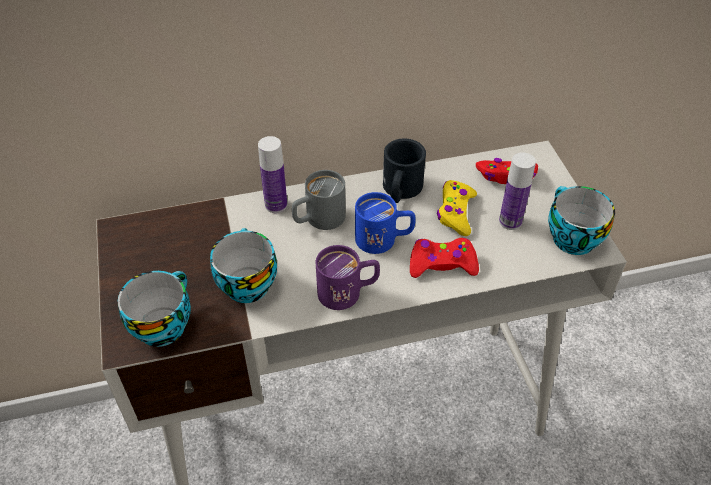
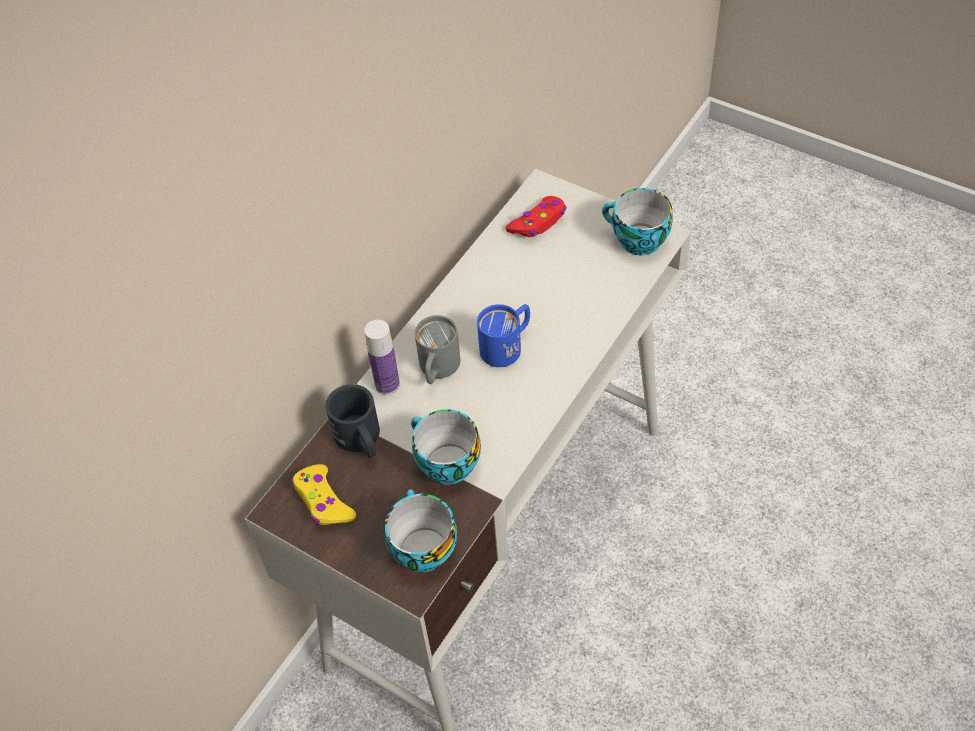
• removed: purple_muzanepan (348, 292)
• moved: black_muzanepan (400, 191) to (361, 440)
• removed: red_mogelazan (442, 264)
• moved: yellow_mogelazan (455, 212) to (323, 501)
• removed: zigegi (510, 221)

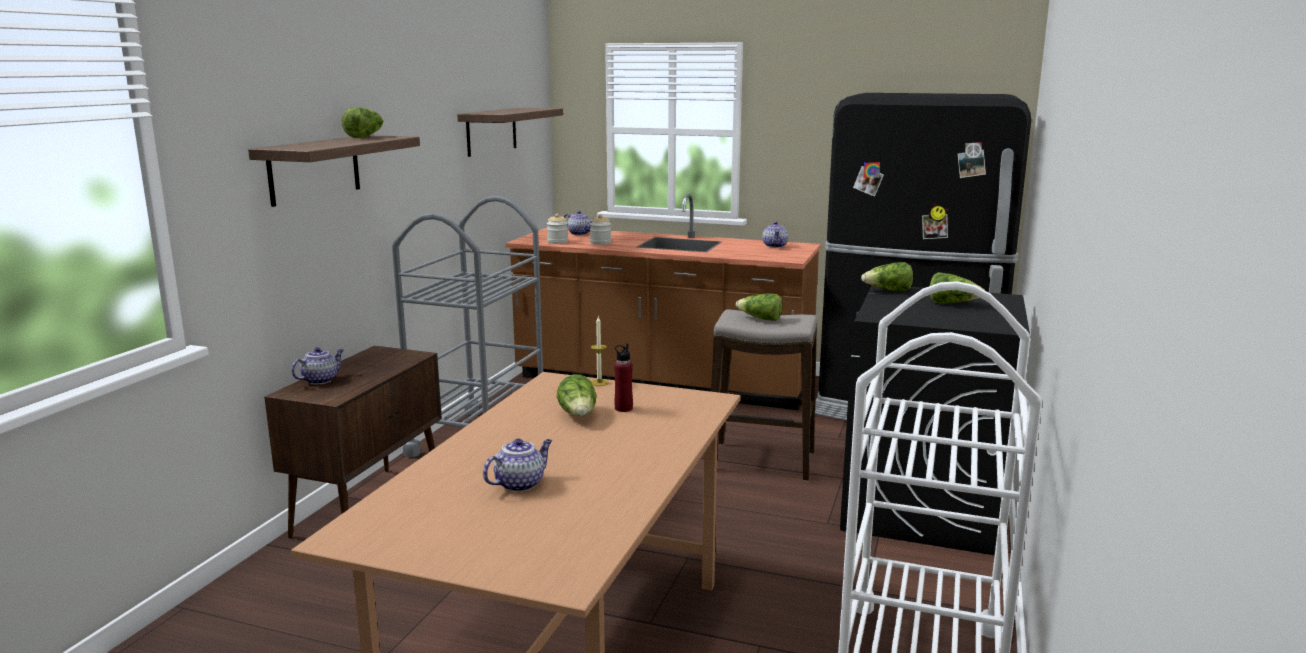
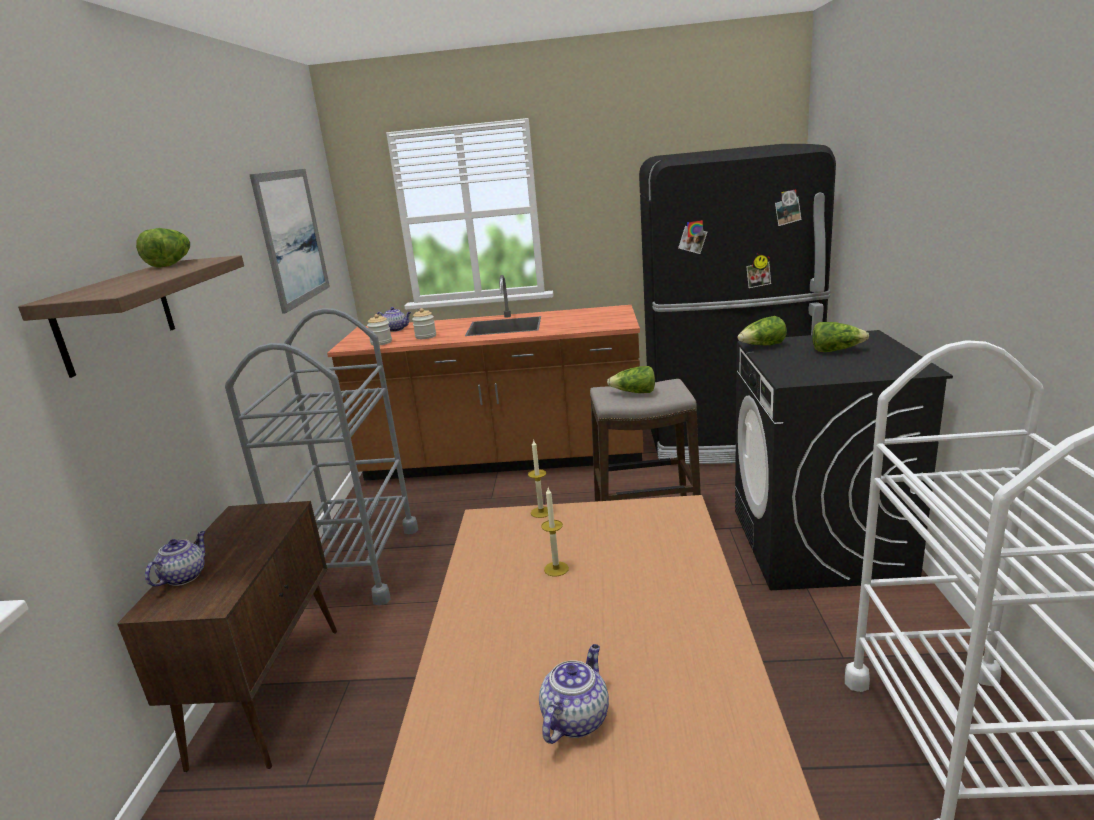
• replaced: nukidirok (491, 131) to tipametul (292, 237)
• replaced: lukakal (578, 415) to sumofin (556, 569)
• removed: red_zigegi (623, 408)
• removed: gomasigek (775, 246)

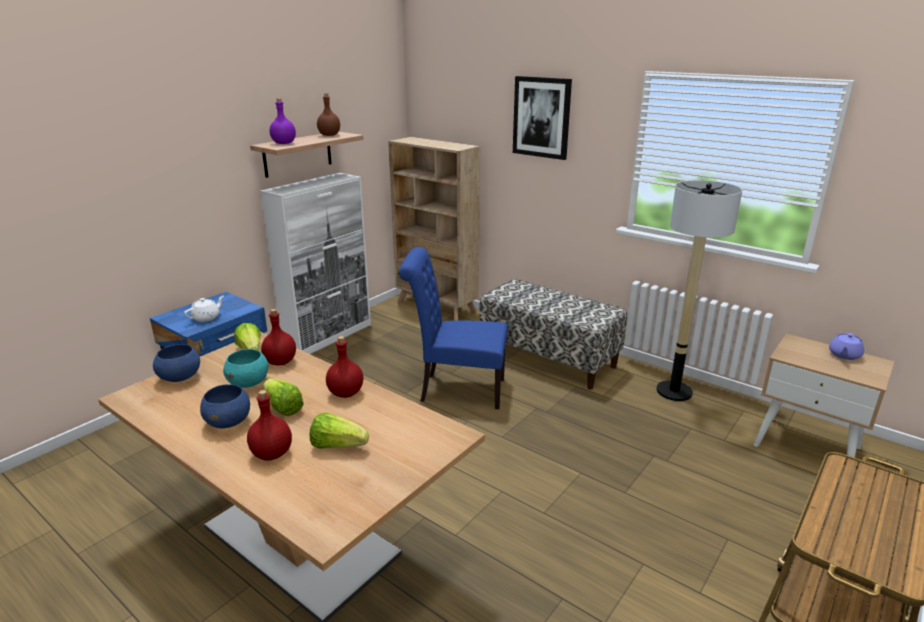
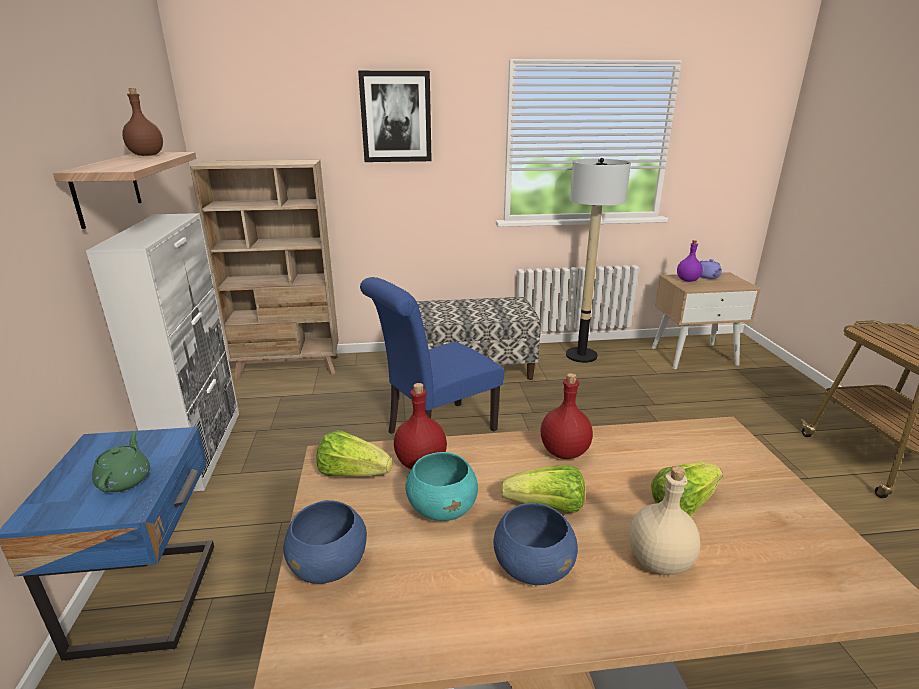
• recoloured: white_gomasigek (206, 317) to green_gomasigek (125, 480)
• recoloured: red_zigegi (272, 454) to beige_zigegi (660, 561)
• moved: purple_zigegi (284, 143) to (687, 280)

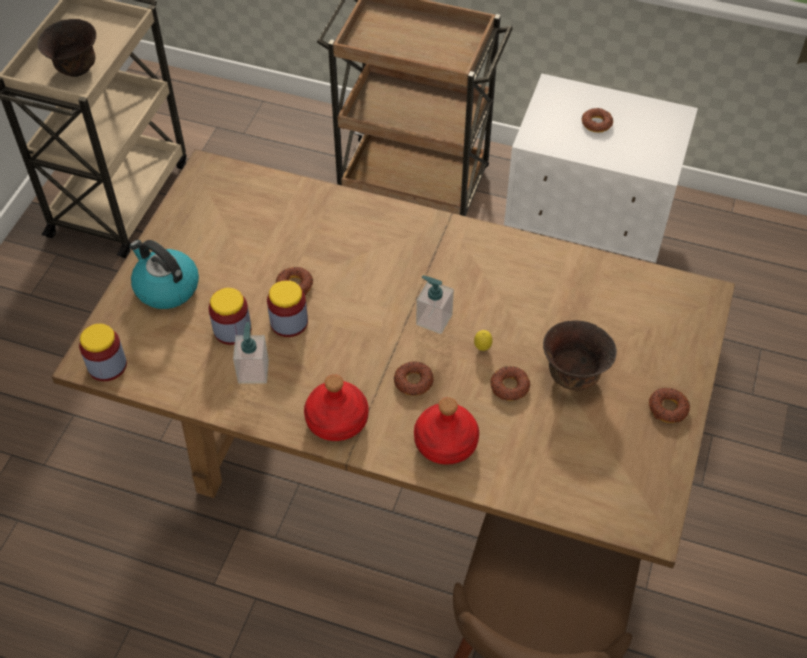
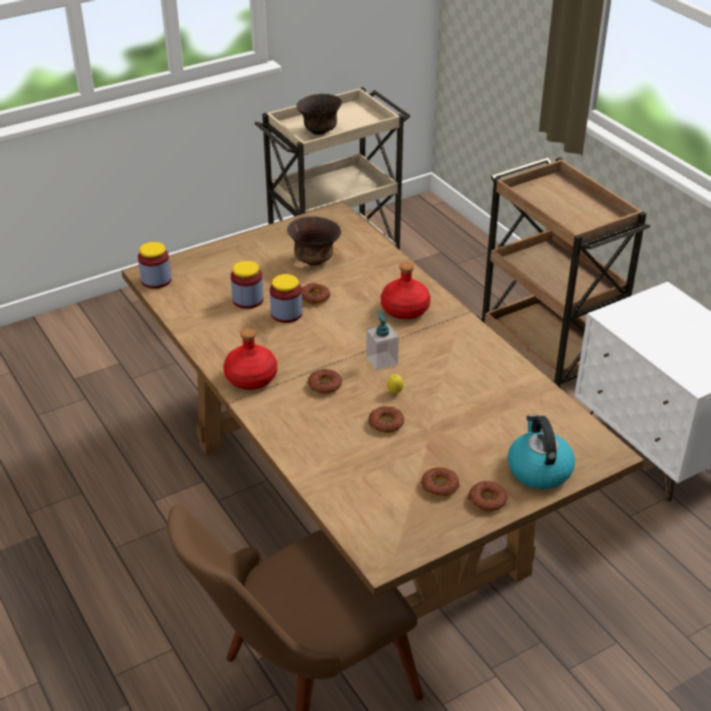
• moved: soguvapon (166, 287) to (538, 469)
• removed: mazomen (253, 371)
• moved: red_zigegi (446, 443) to (404, 309)
• moved: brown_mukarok (573, 375) to (314, 260)
• moved: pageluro (596, 123) to (440, 485)

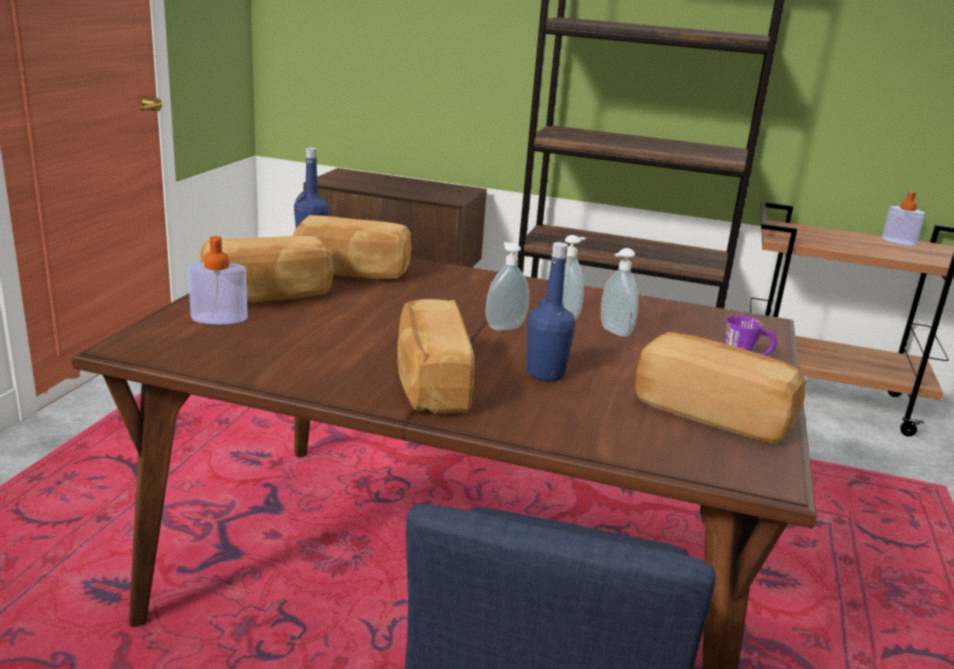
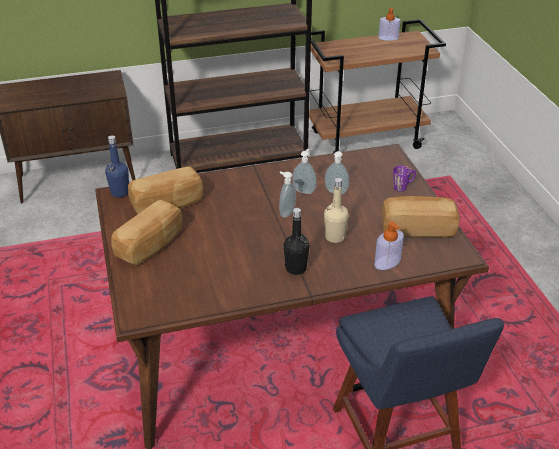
• moved: mazomen (219, 318) to (387, 262)
• replaced: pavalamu (430, 383) to black_zigegi (296, 268)
• recoloured: blue_zigegi (545, 373) to beige_zigegi (335, 237)

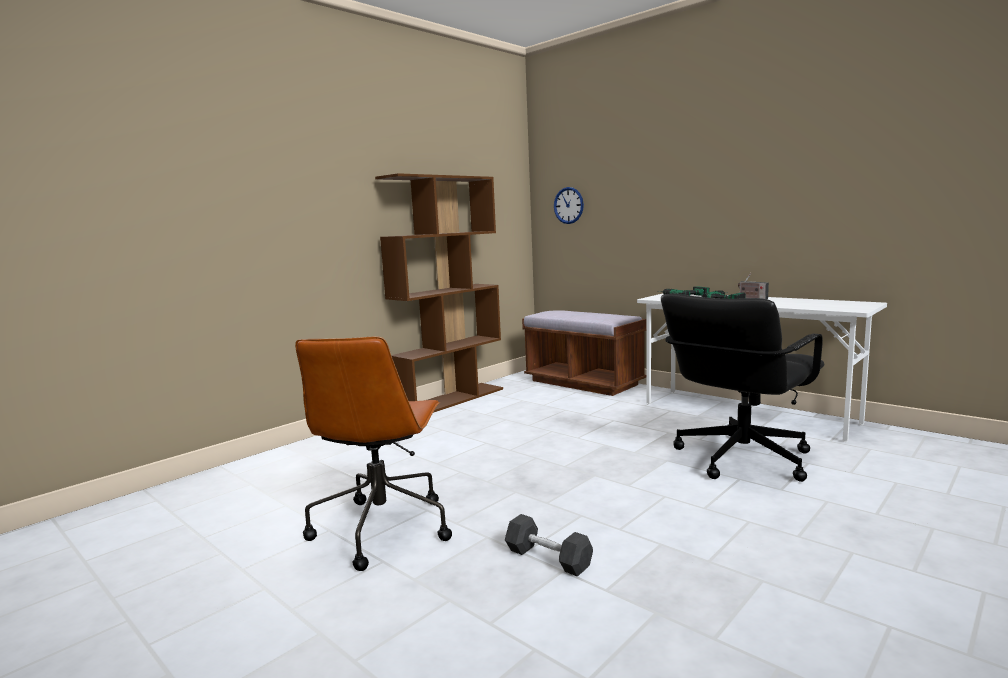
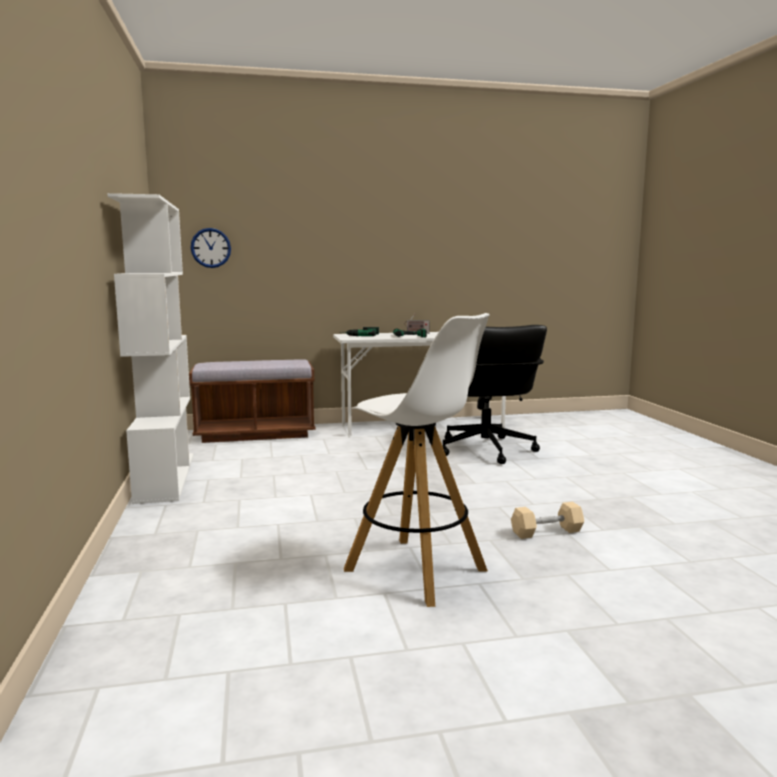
• replaced: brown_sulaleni (382, 528) to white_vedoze (417, 570)
• recoloured: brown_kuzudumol (451, 399) to white_kuzudumol (165, 476)
• recoloured: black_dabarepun (548, 558) to beige_dabarepun (546, 532)

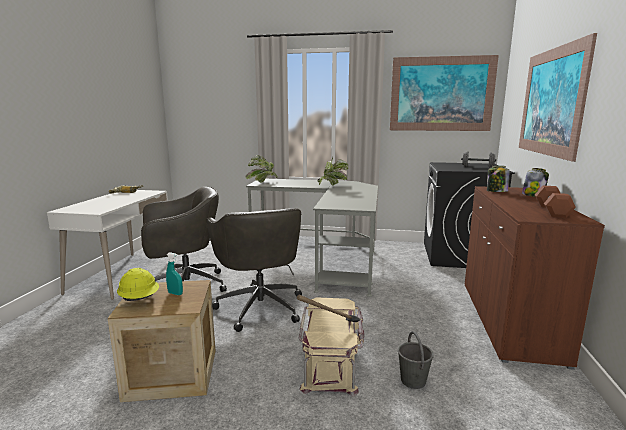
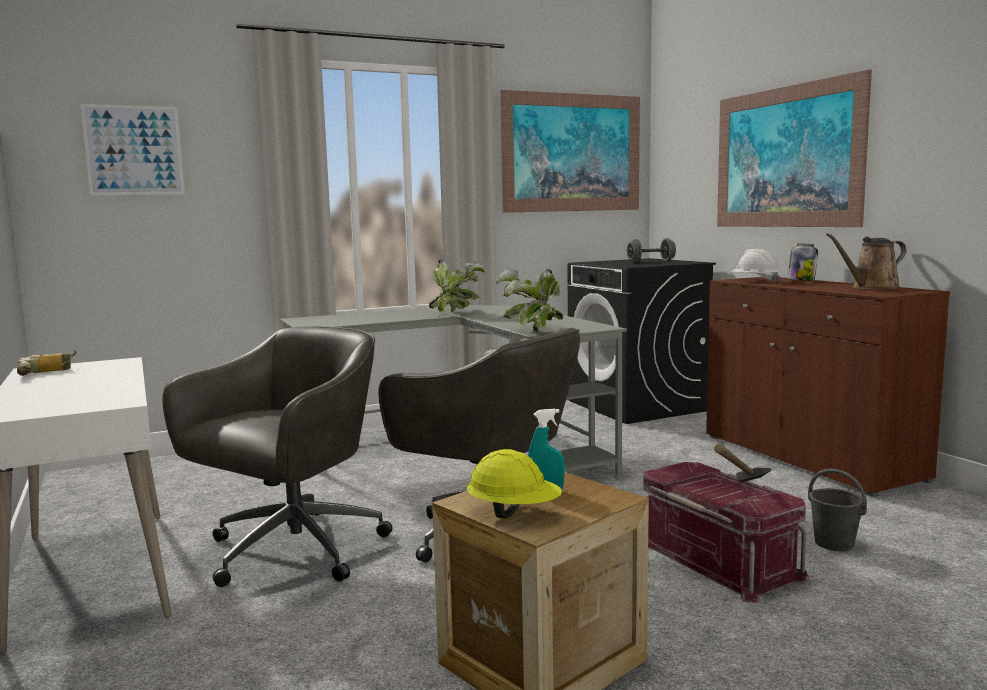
• moved: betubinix (262, 181) to (532, 331)
• recoloured: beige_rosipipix (331, 361) to red_rosipipix (719, 559)
• replaced: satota (496, 191) to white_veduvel (754, 281)
• replaced: brown_dabarepun (552, 211) to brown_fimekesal (871, 288)
• added: tipametul (134, 150)

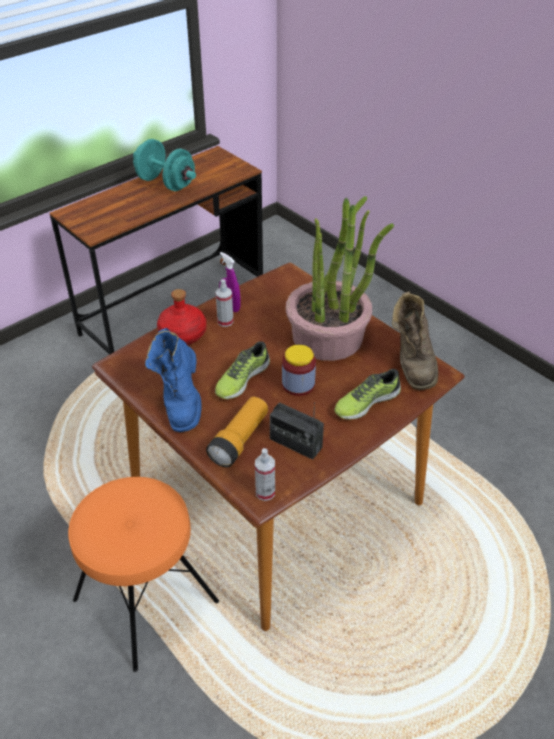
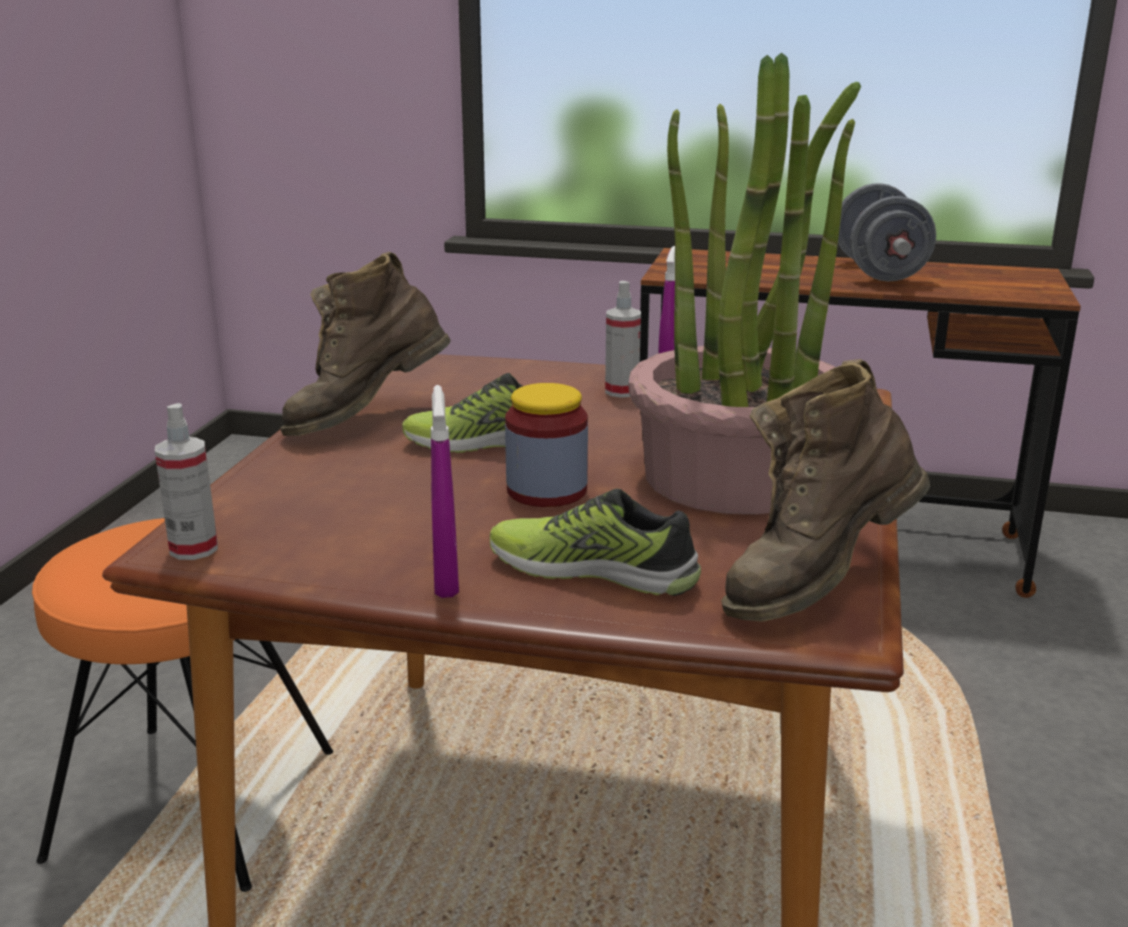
• recoloured: turquoise_dabarepun (166, 183) to grey_dabarepun (879, 271)
• recoloured: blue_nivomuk (181, 402) to brown_nivomuk (366, 420)
• removed: red_zigegi (182, 334)
• removed: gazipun (239, 440)
• removed: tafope (295, 443)
• added: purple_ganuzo (446, 582)

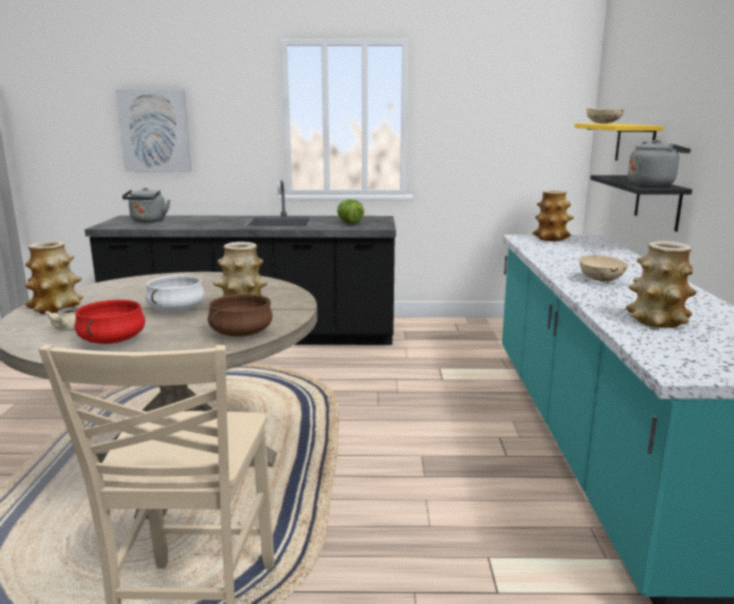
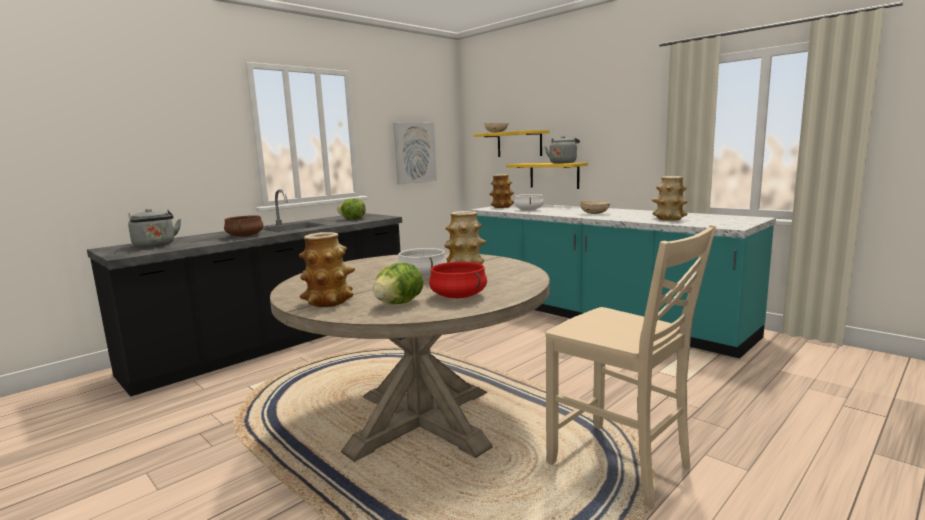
• replaced: beige_gomasigek (67, 329) to lukakal (399, 303)
• moved: tipametul (155, 131) to (414, 153)
• moved: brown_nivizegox (241, 333) to (245, 236)
• recoloured: black_nukidirok (657, 202) to yellow_nukidirok (554, 175)
• added: white_nivizegox (529, 210)

